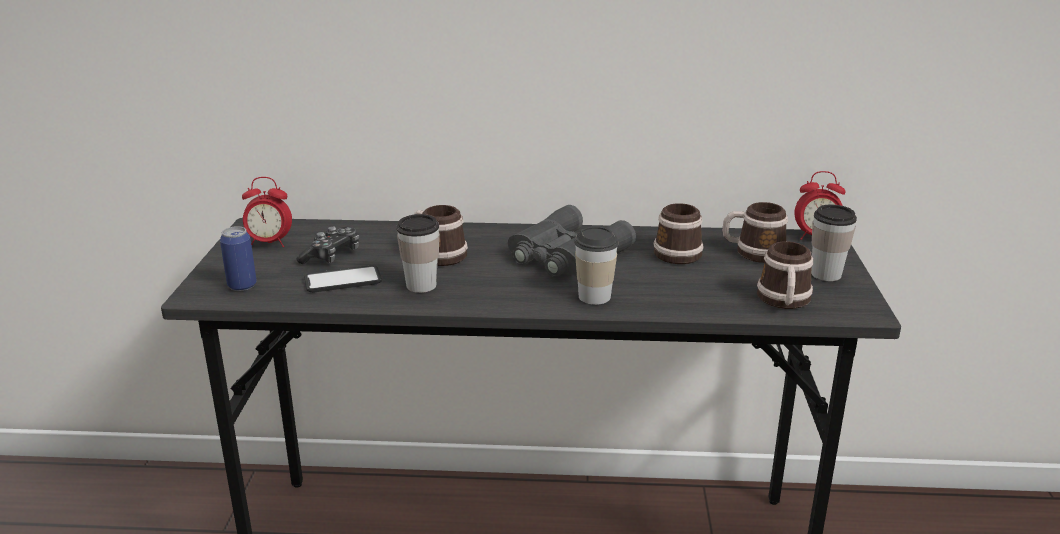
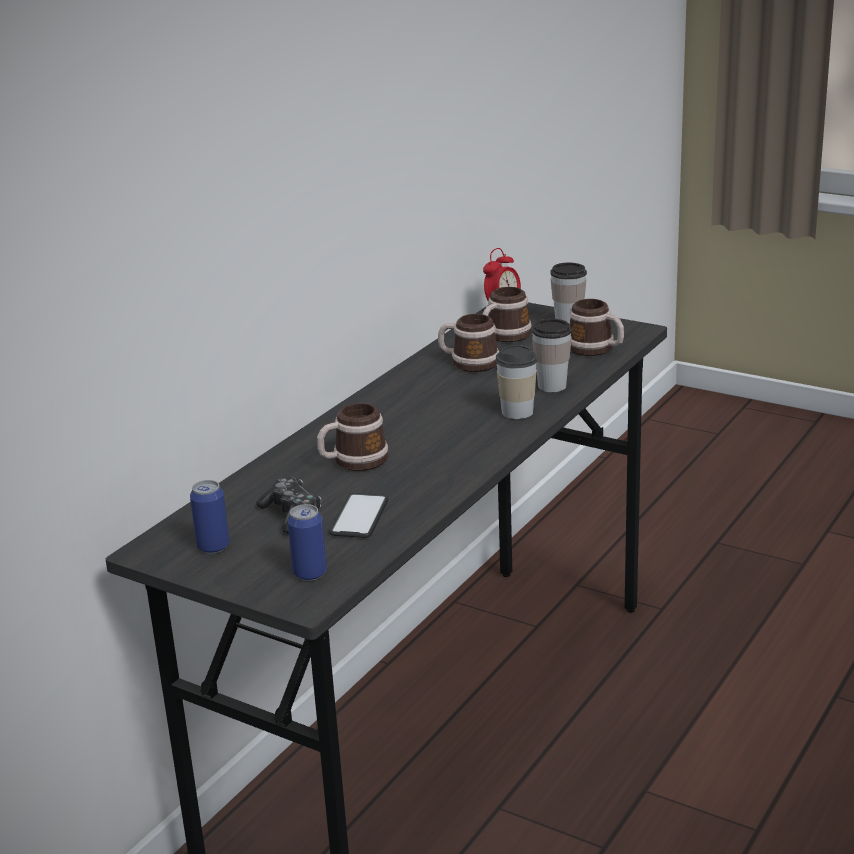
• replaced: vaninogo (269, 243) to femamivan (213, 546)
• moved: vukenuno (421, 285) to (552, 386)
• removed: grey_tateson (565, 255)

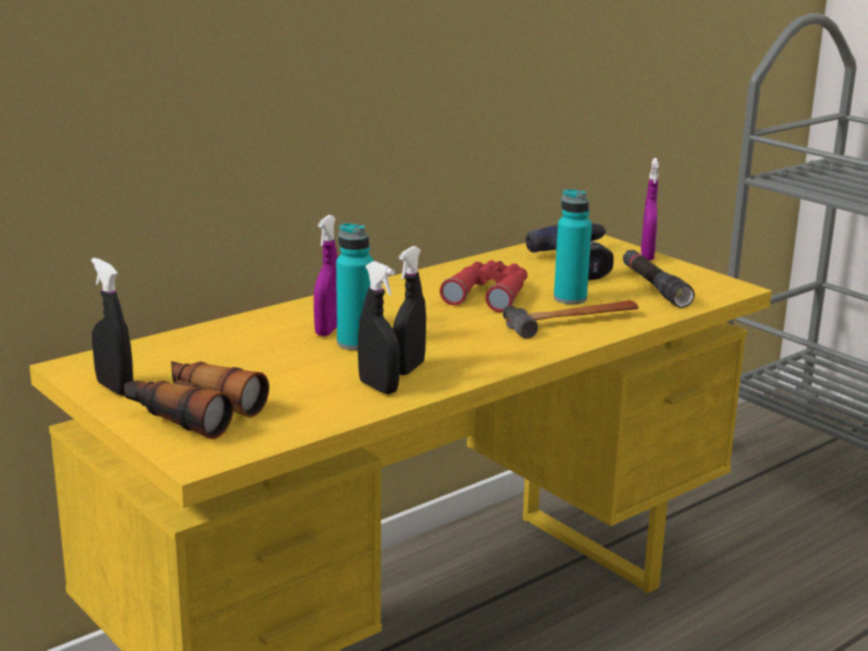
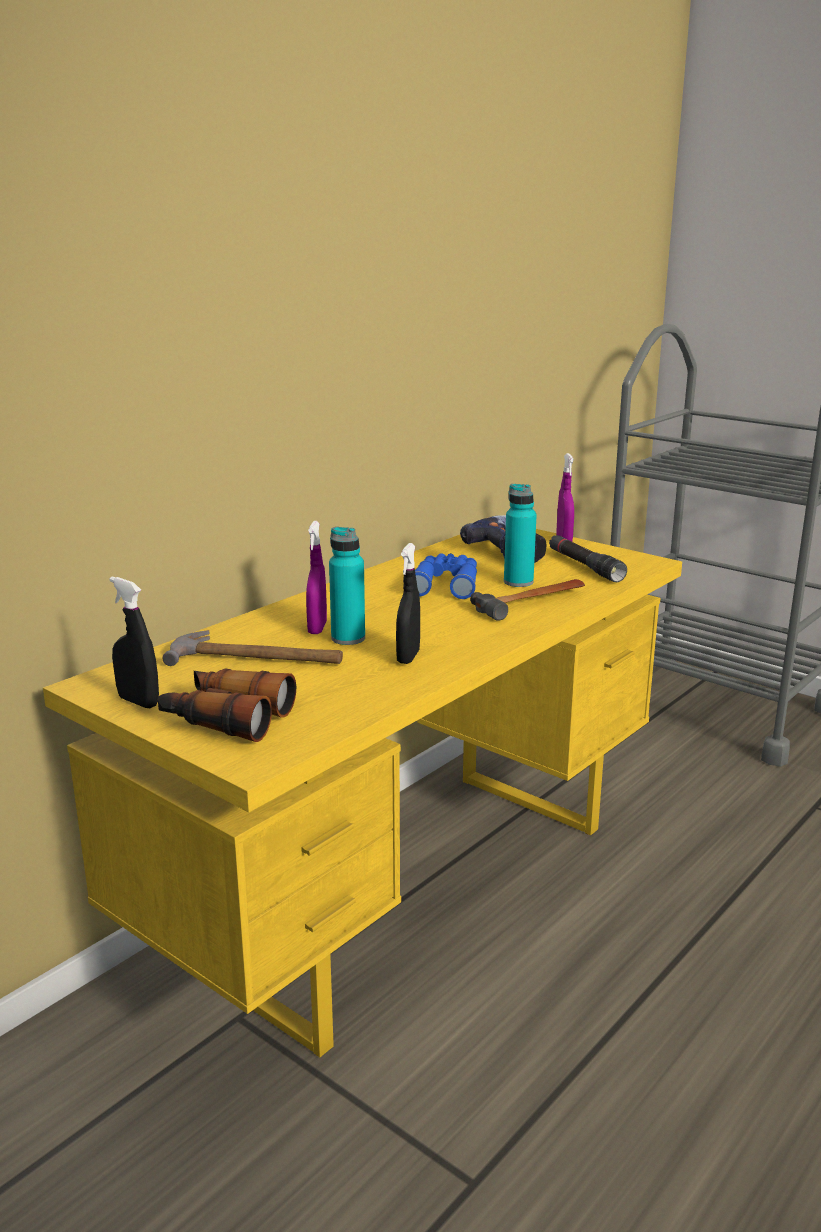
• removed: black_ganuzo (378, 387)
• recoloured: red_tateson (489, 294) to blue_tateson (446, 584)
• added: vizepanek (257, 658)

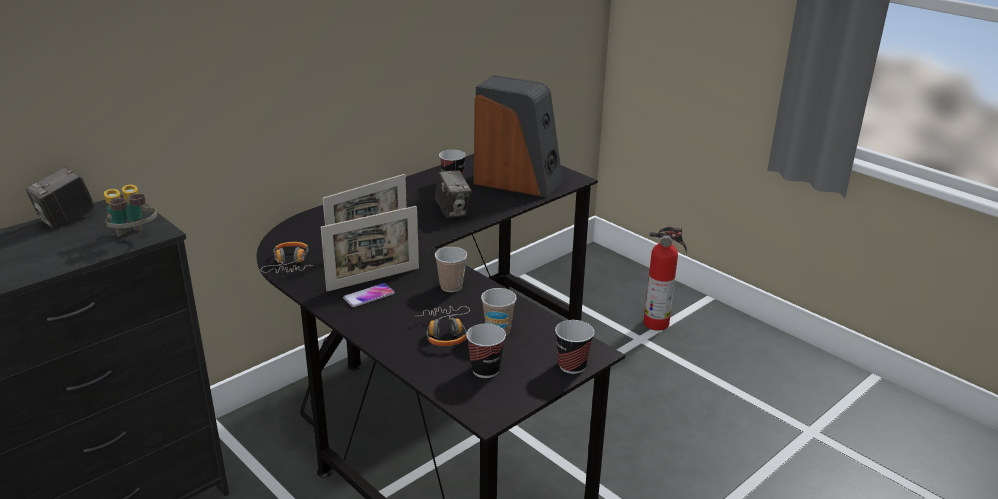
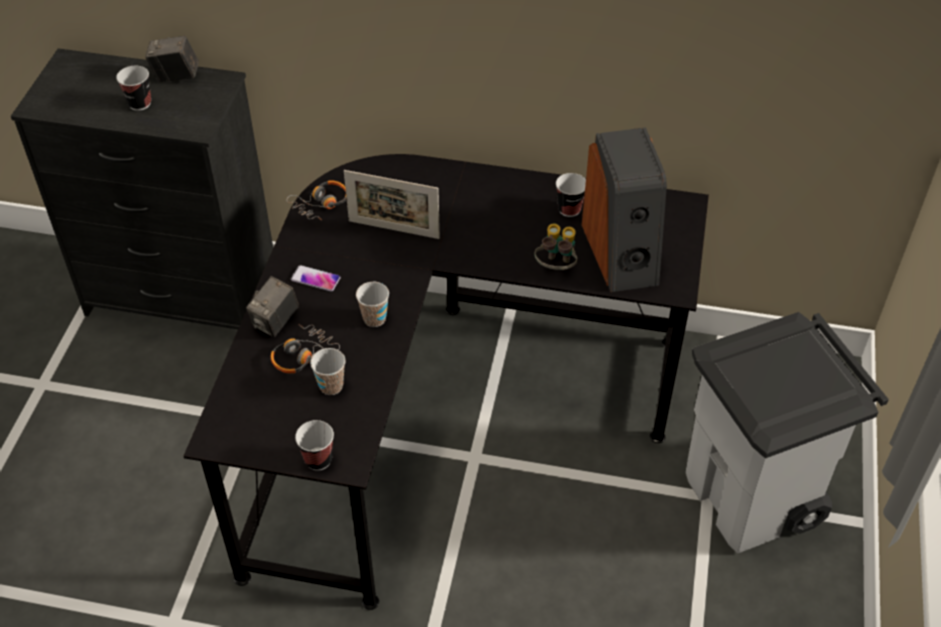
• moved: tateson (133, 237) to (556, 267)
• removed: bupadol (373, 279)
• moved: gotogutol (453, 211) to (275, 322)
• moved: vukenuno (485, 370) to (139, 103)
• replaced: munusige (658, 323) to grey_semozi (753, 498)

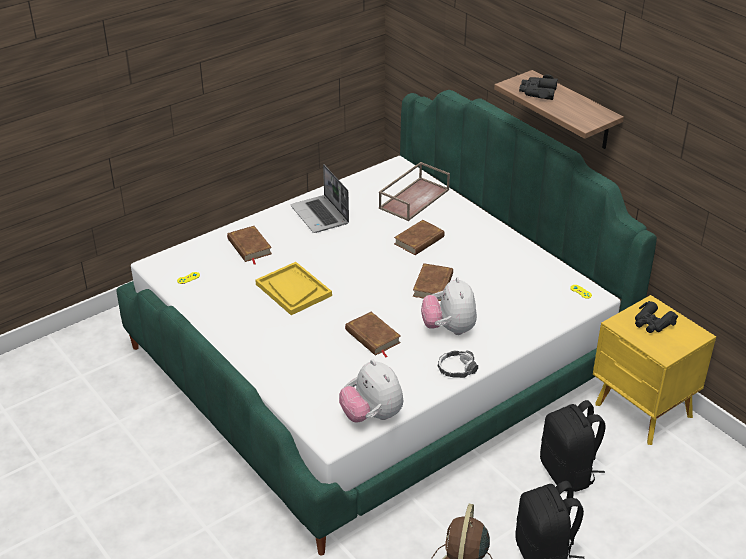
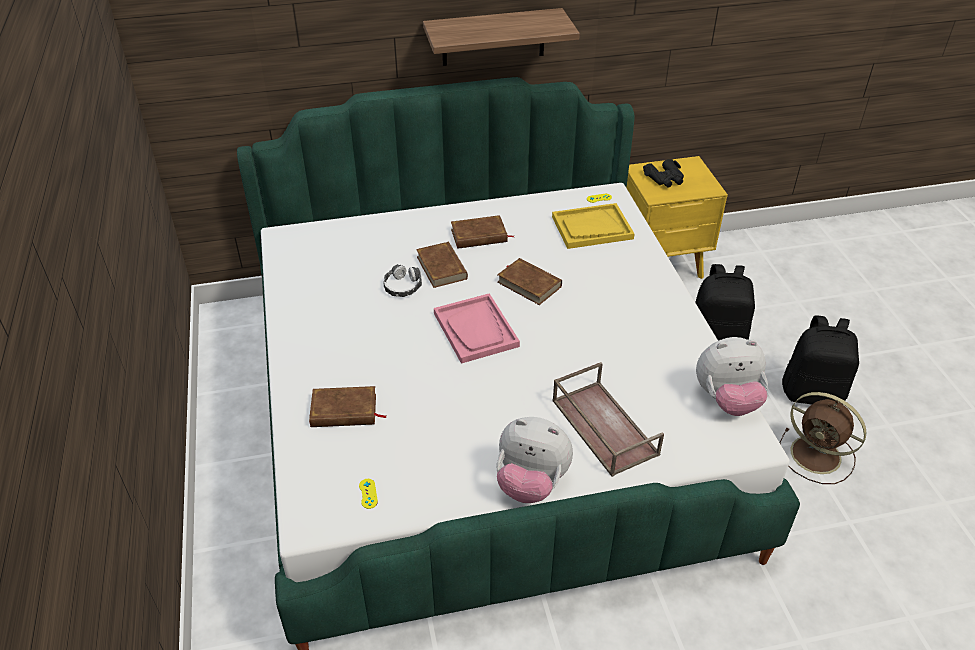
• moved: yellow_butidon (293, 290) to (592, 228)
• removed: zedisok (321, 215)
• moved: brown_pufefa (372, 337) to (479, 236)
• moved: brown_butidon (414, 198) to (602, 427)
• moved: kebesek (449, 329) to (531, 483)
• moved: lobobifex (456, 369) to (402, 286)
• removed: black_tateson (537, 92)
• added: pink_butidon (476, 330)

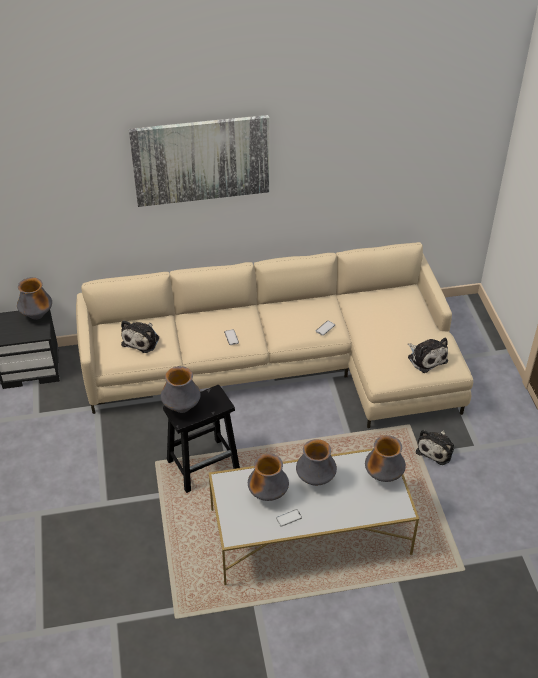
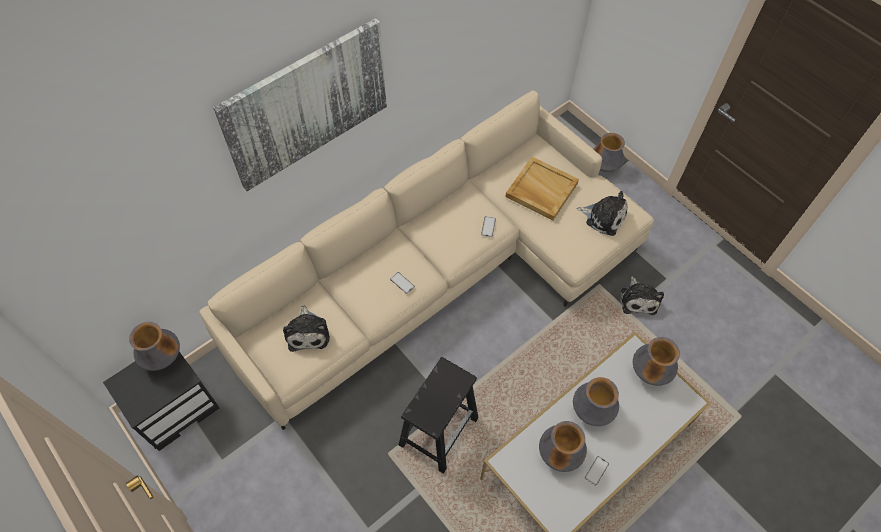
• moved: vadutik (181, 408) to (604, 167)
• added: beige_butidon (541, 190)

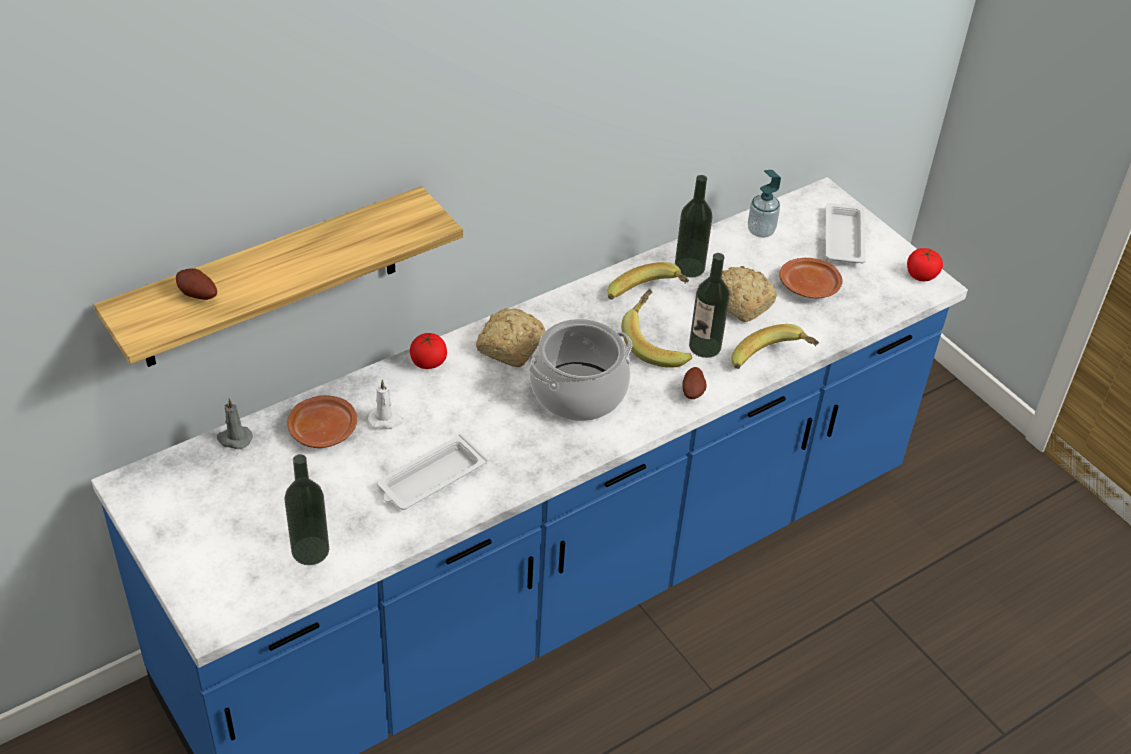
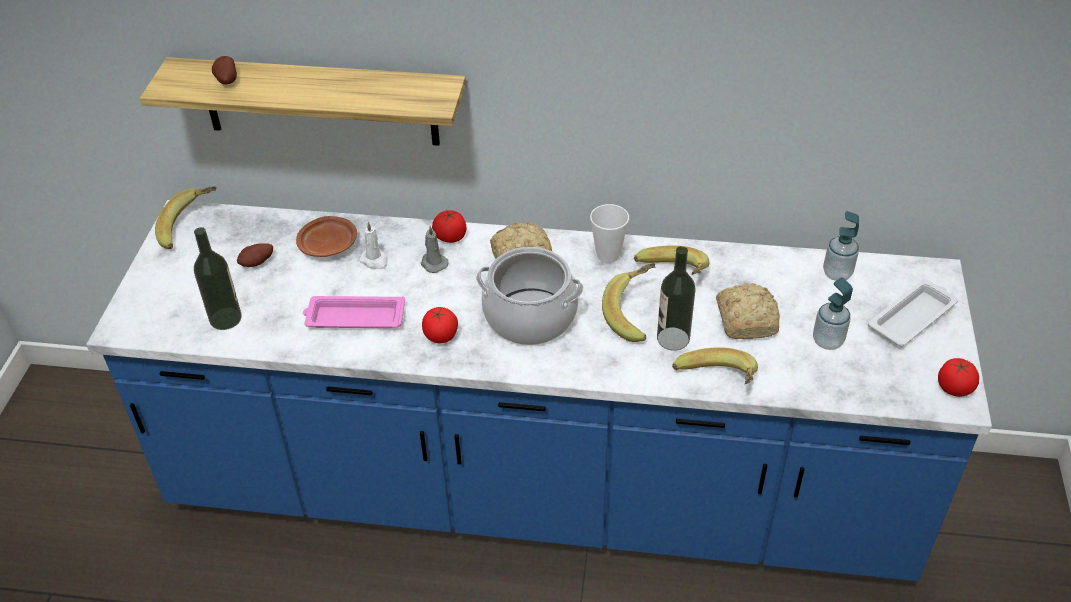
• moved: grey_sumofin (234, 439) to (433, 263)
• recoloured: white_butidon (430, 479) to pink_butidon (354, 318)
• removed: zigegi (689, 267)
• moved: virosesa (693, 392) to (257, 263)
• replaced: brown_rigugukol (810, 287) to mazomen (827, 341)
• added: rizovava (191, 228)
• added: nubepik (440, 336)
• added: vukenuno (608, 255)

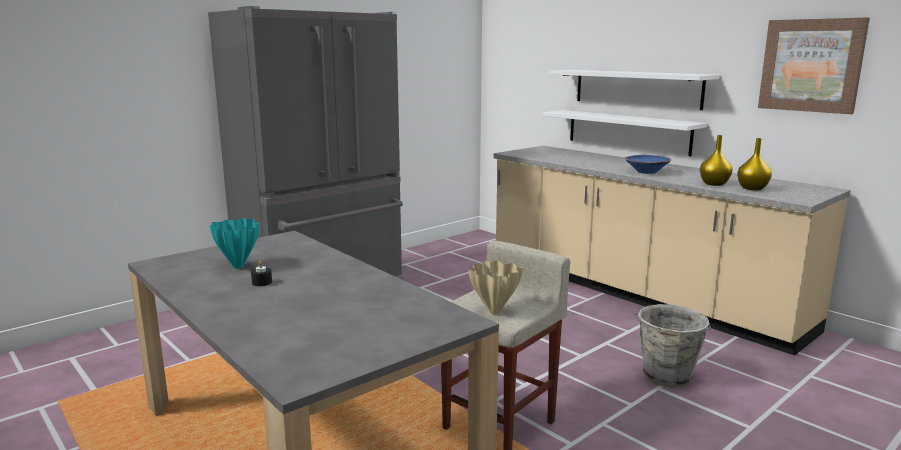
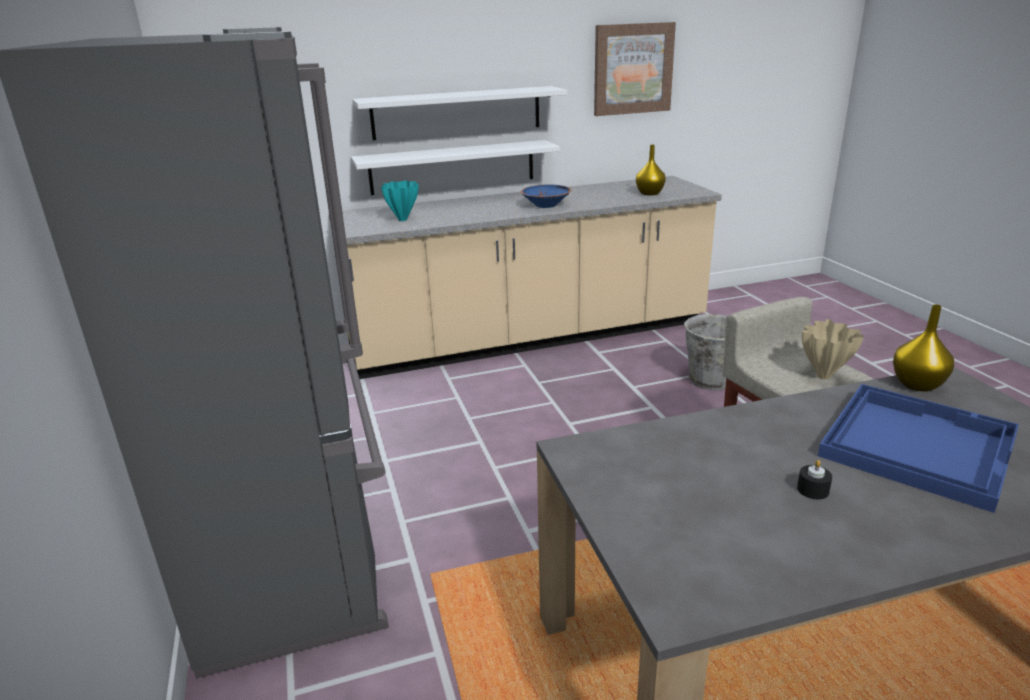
• moved: turquoise_vadutik (238, 266) to (403, 219)
• moved: yellow_vadutik (713, 184) to (916, 385)
• added: blue_butidon (916, 445)

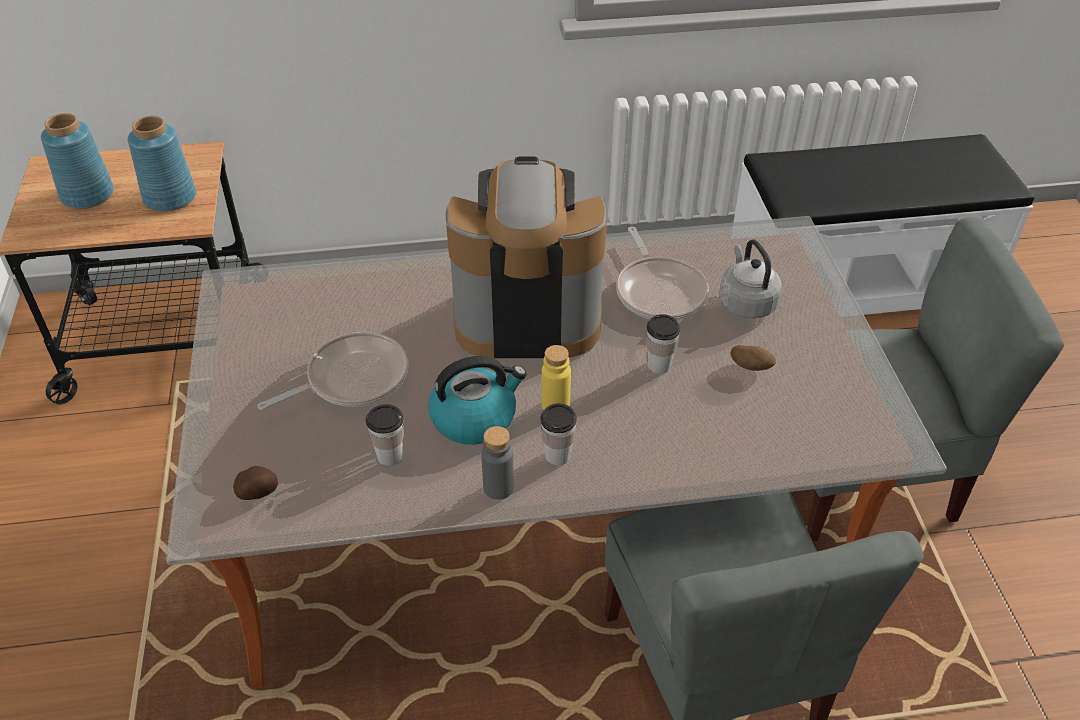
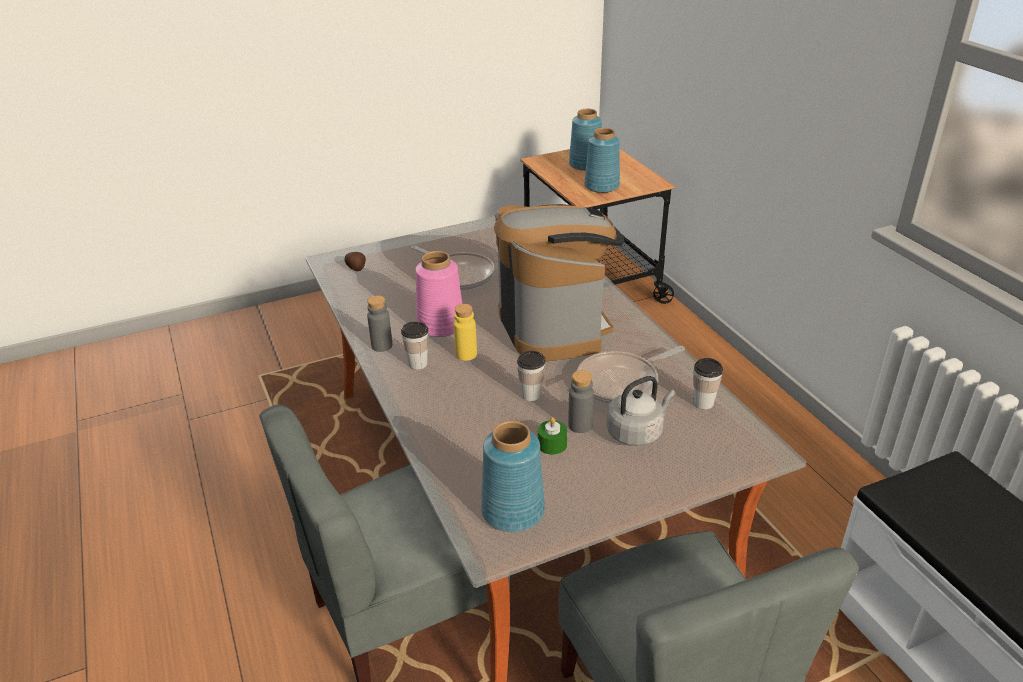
• moved: vukenuno (390, 456) to (703, 403)
• replaced: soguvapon (475, 418) to pink_vadutik (441, 325)
• replaced: virosesa (751, 367) to green_sumofin (552, 444)
• added: blue_vadutik (512, 510)
• added: grey_zigegi (580, 425)

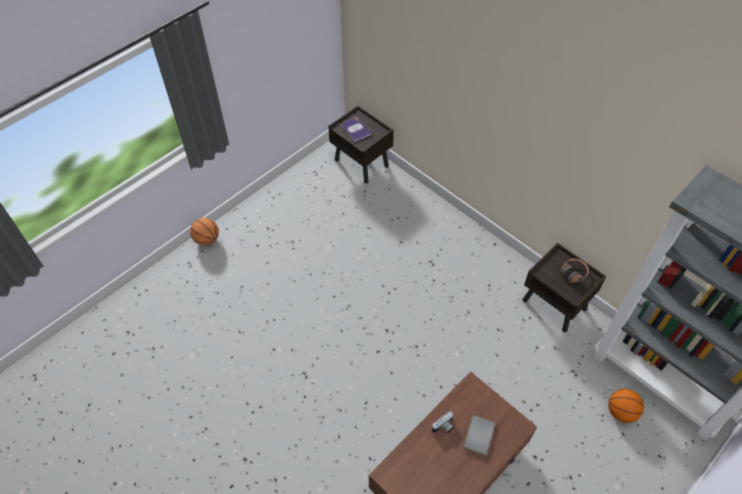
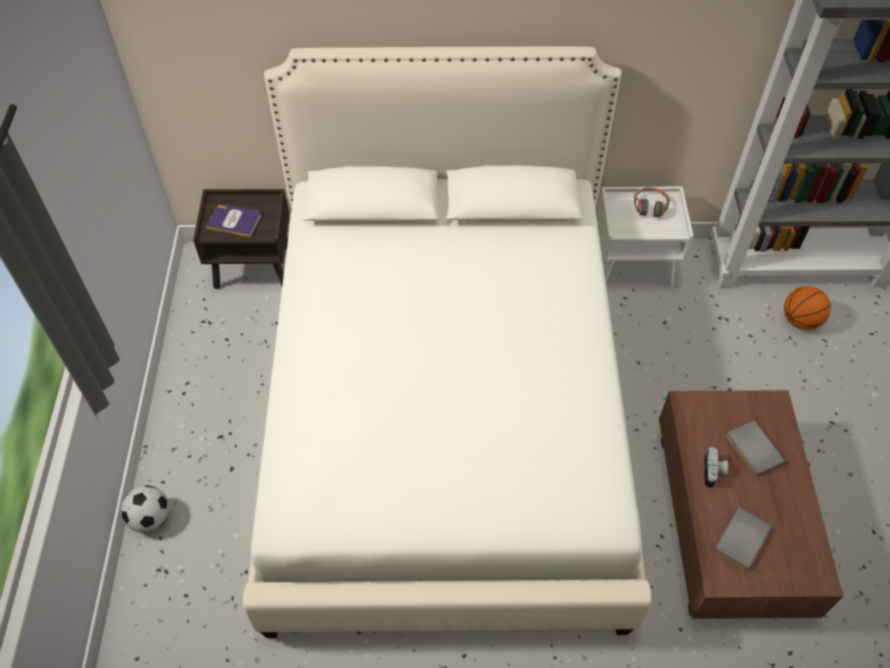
• replaced: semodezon (207, 240) to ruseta (150, 518)
• recoloured: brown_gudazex (555, 305) to white_gudazex (633, 266)
• added: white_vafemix (445, 414)
• added: grey_pufefa (743, 540)

